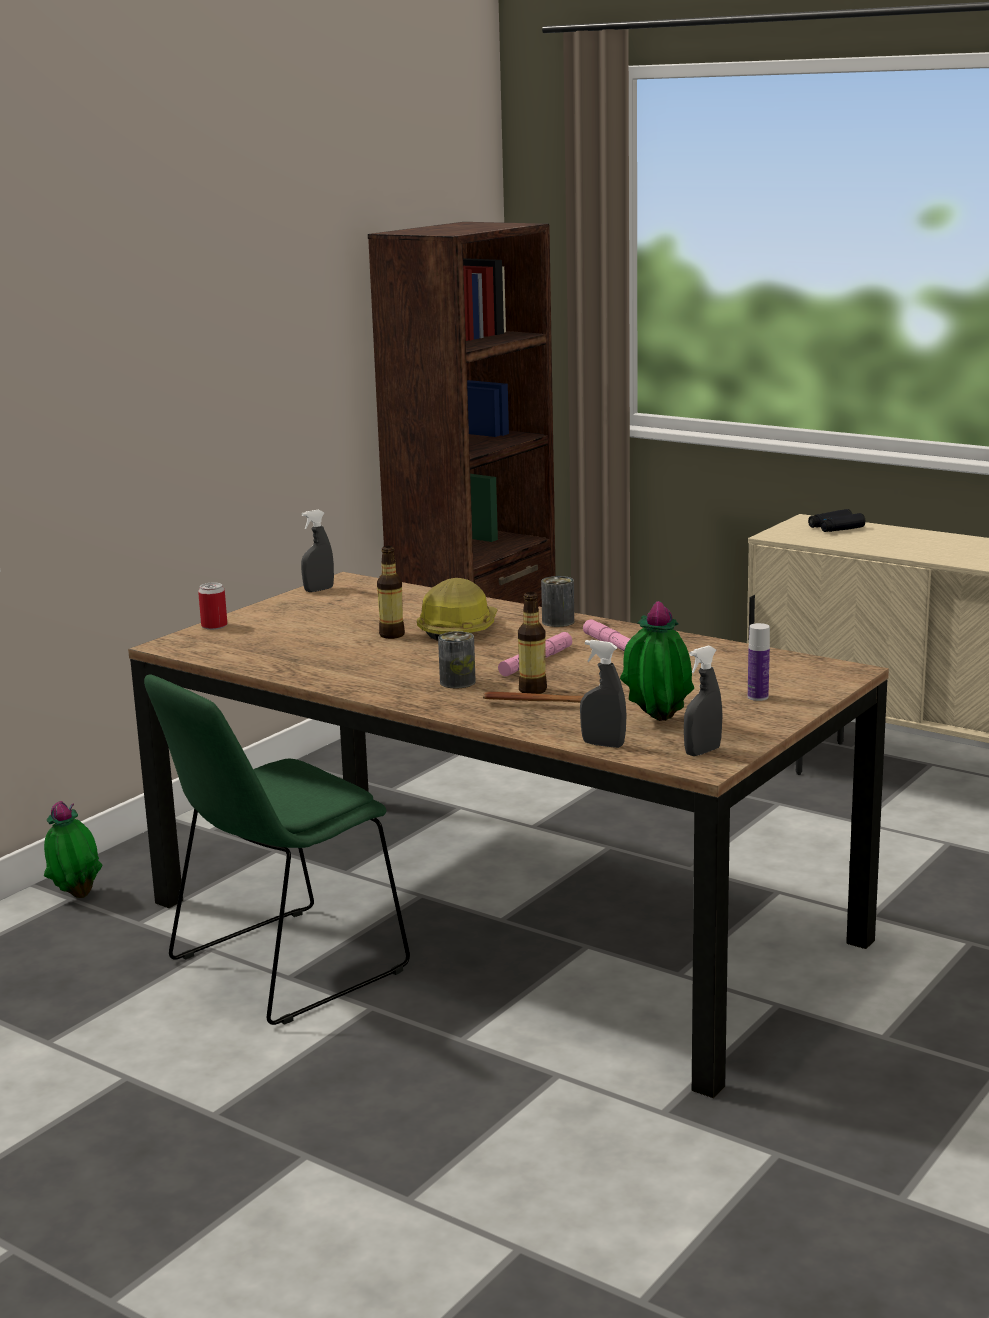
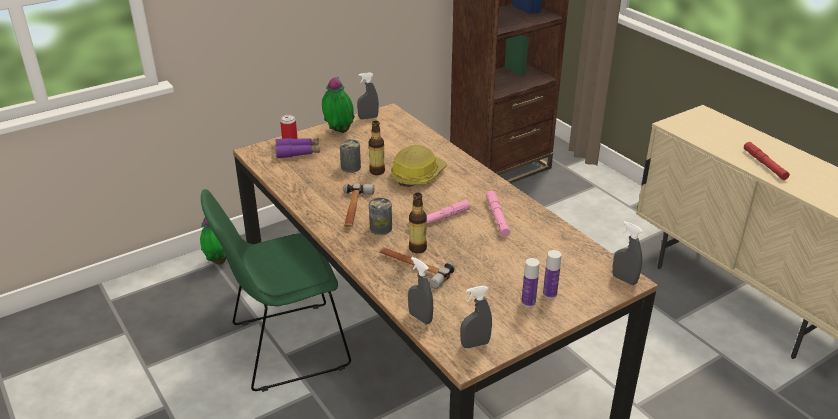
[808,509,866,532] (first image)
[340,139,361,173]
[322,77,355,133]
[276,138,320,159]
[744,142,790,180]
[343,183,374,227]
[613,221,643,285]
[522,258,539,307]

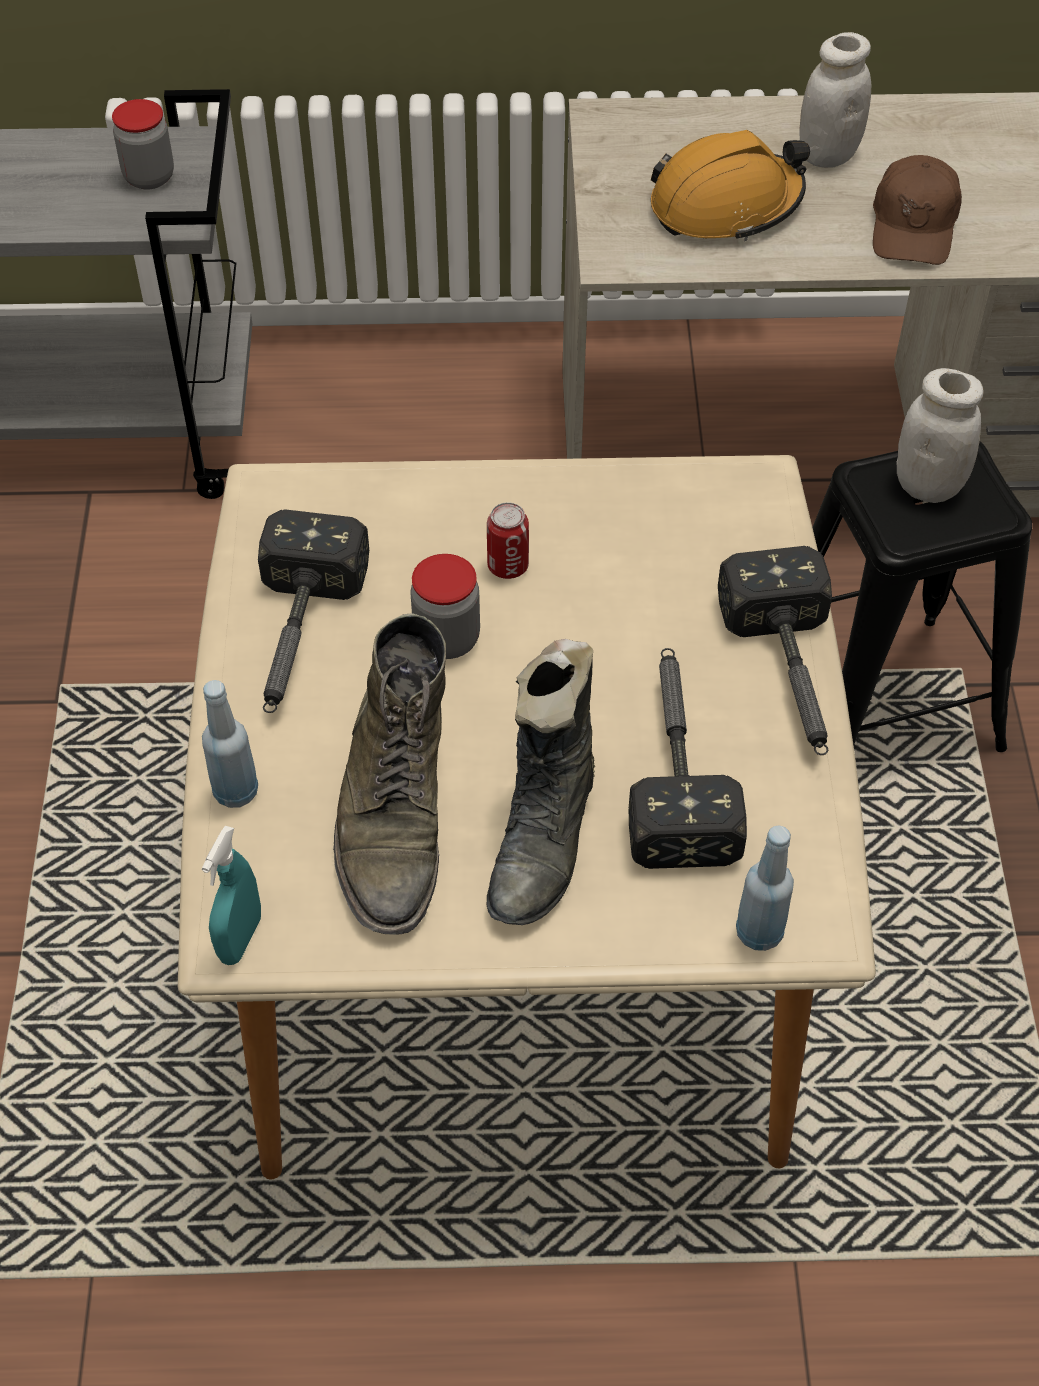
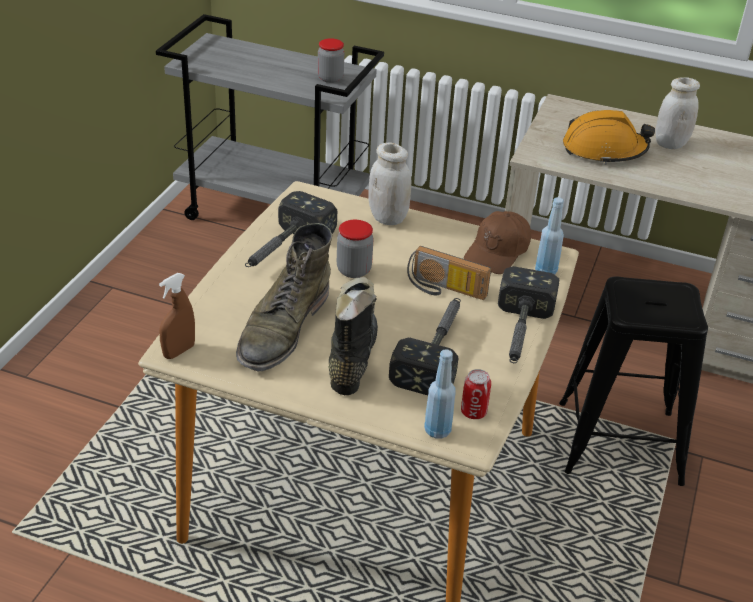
[464,211,531,274]
[369,143,411,225]
[461,369,491,419]
[328,277,378,395]
[535,197,564,274]
[159,273,195,359]
[407,246,491,300]

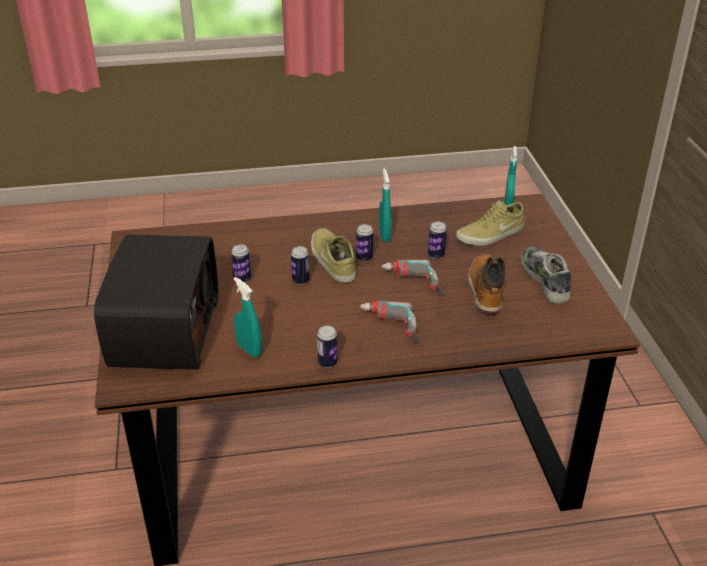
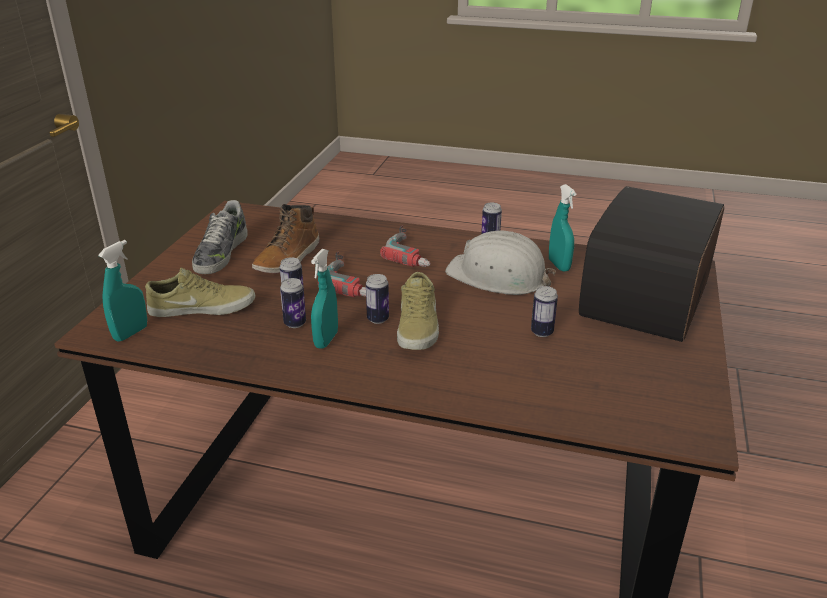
[280,278,306,328]
[445,231,556,295]

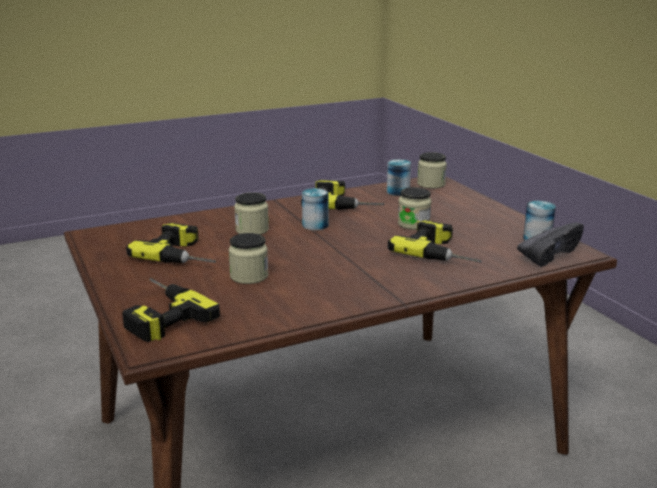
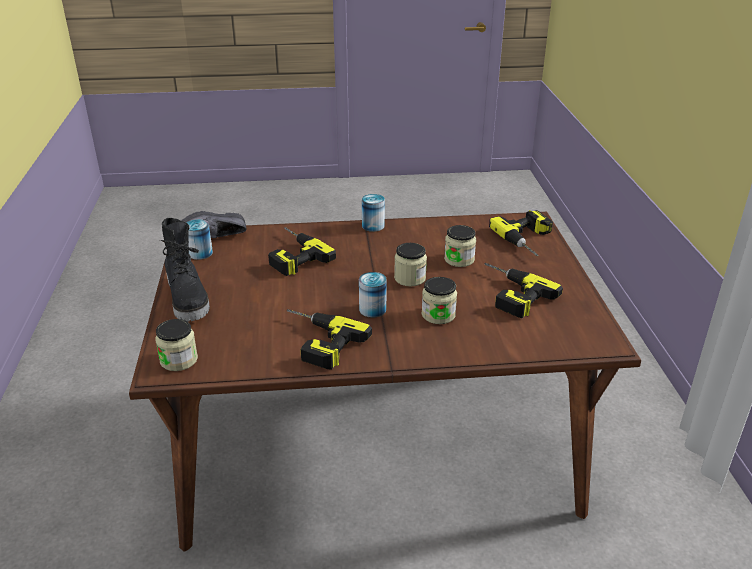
[362,194,385,232]
[394,243,427,287]
[160,218,210,321]

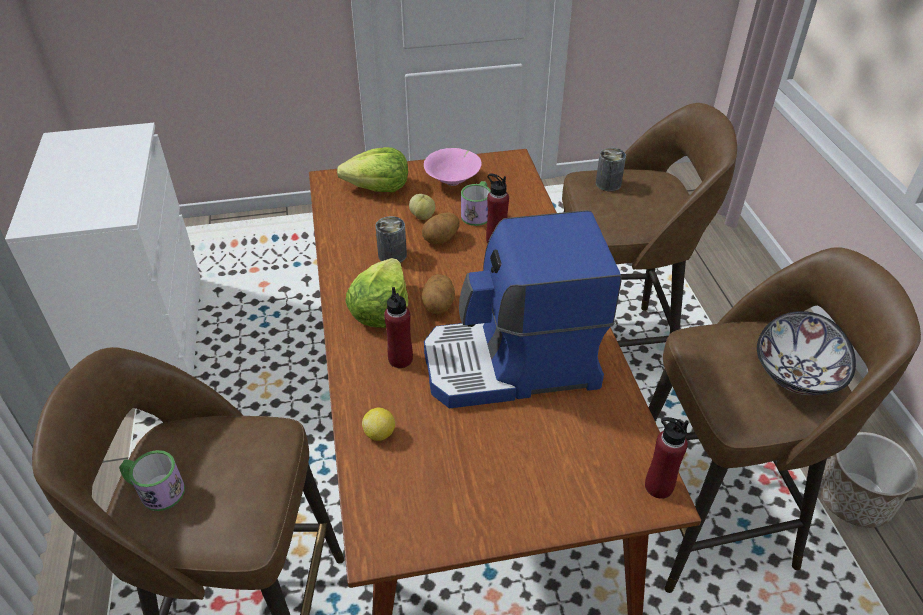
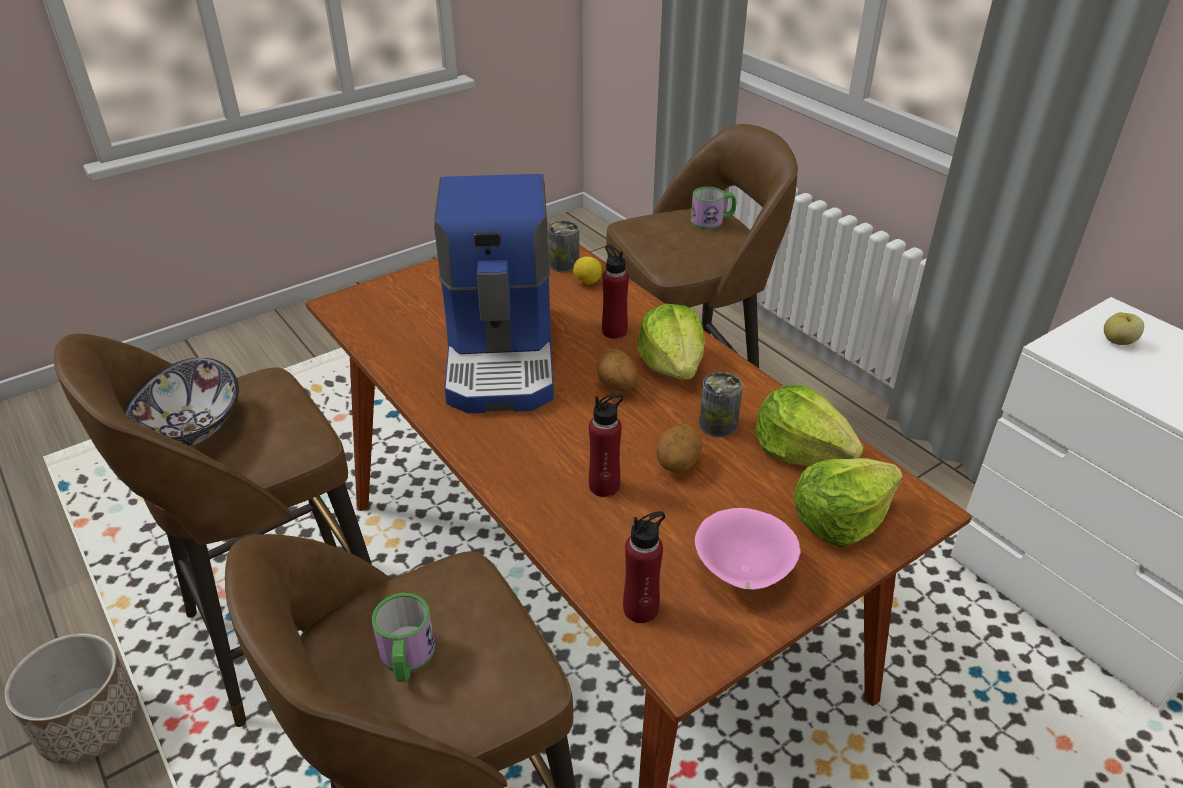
[548,221,579,272]
[372,593,435,682]
[1104,312,1144,345]
[434,174,554,414]
[623,511,665,623]
[755,385,864,465]

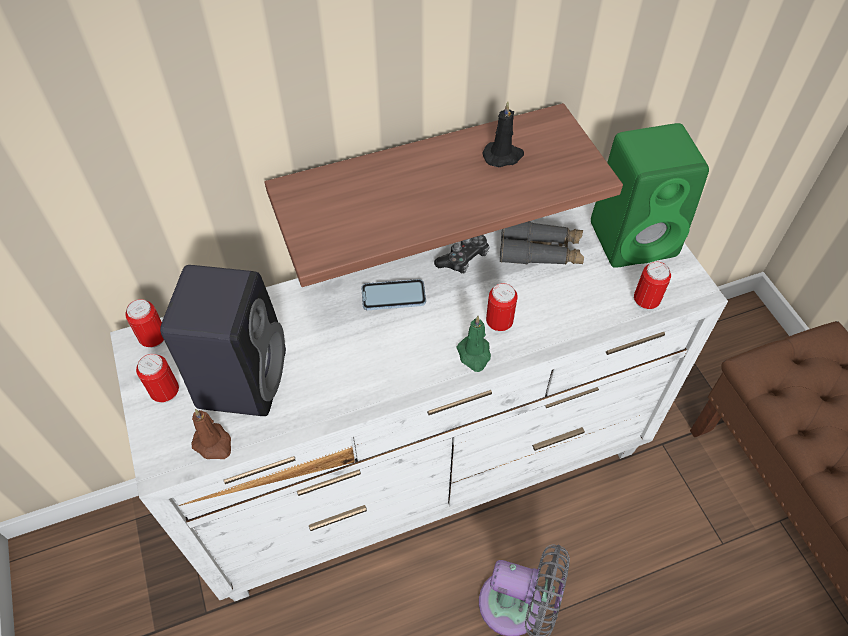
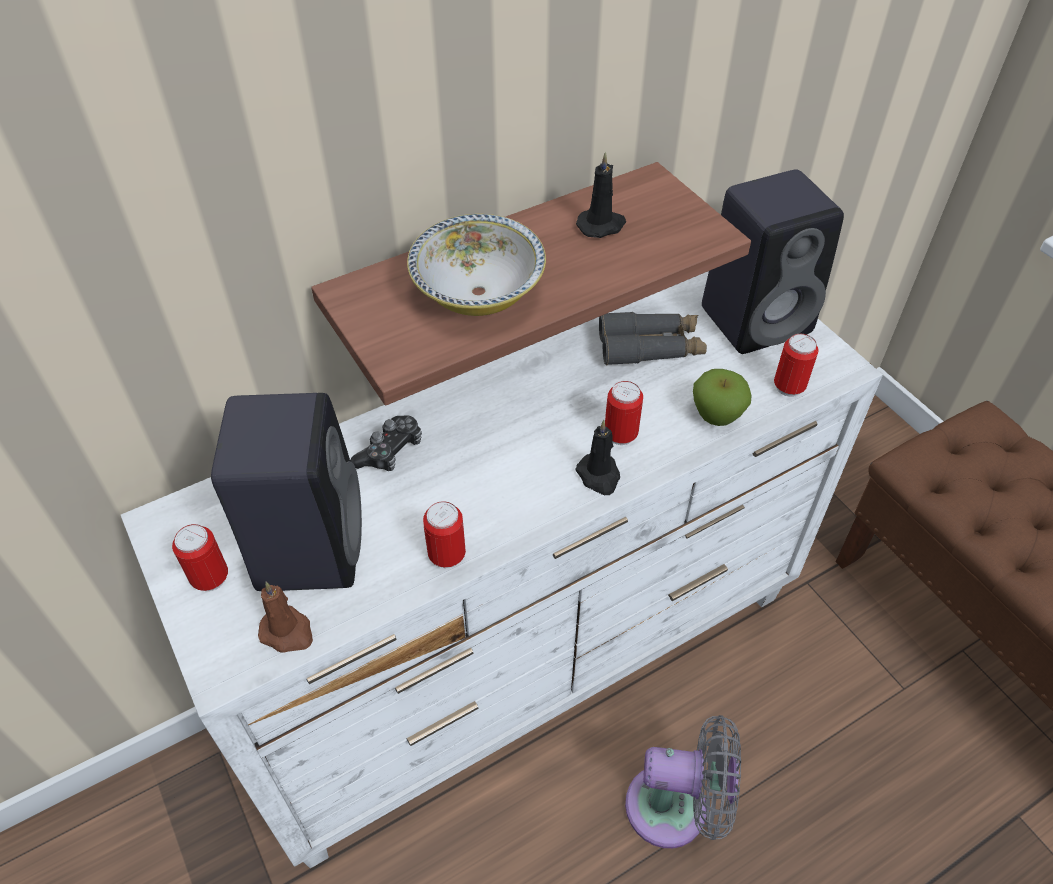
[702,169,844,354]
[350,415,422,472]
[361,279,426,310] (first image)
[423,501,466,568]
[576,420,620,495]
[407,214,546,316]
[693,369,752,426]

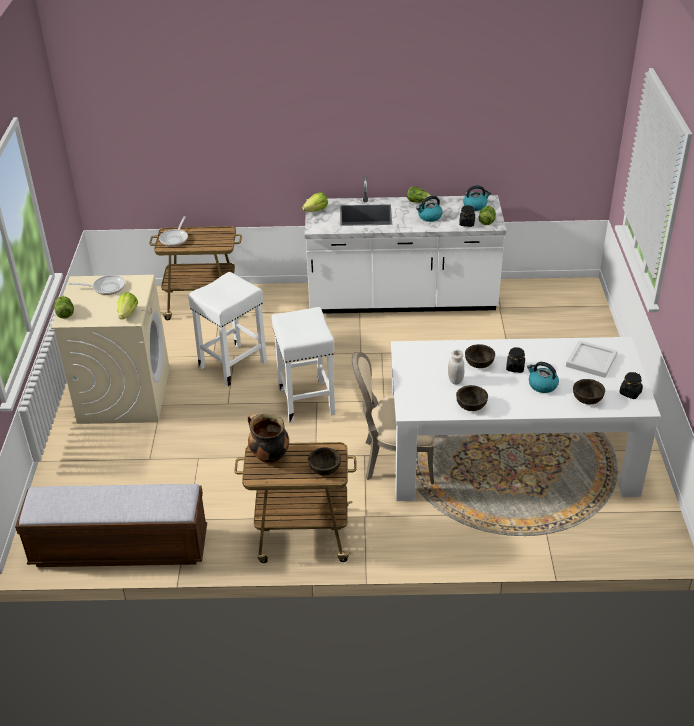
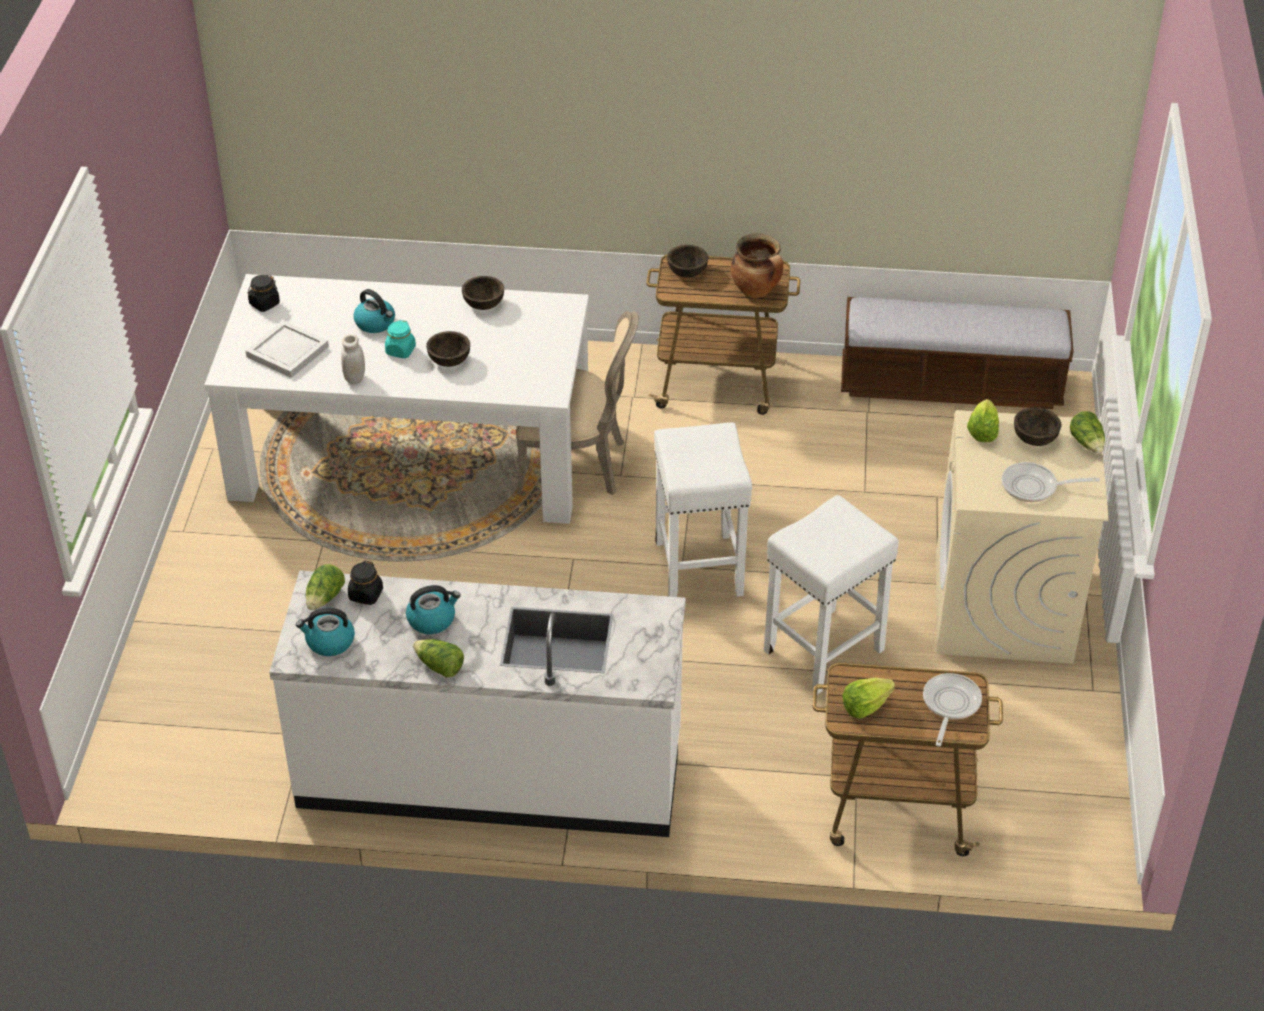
[843,678,895,719]
[385,320,416,358]
[341,334,365,384]
[1014,407,1061,446]

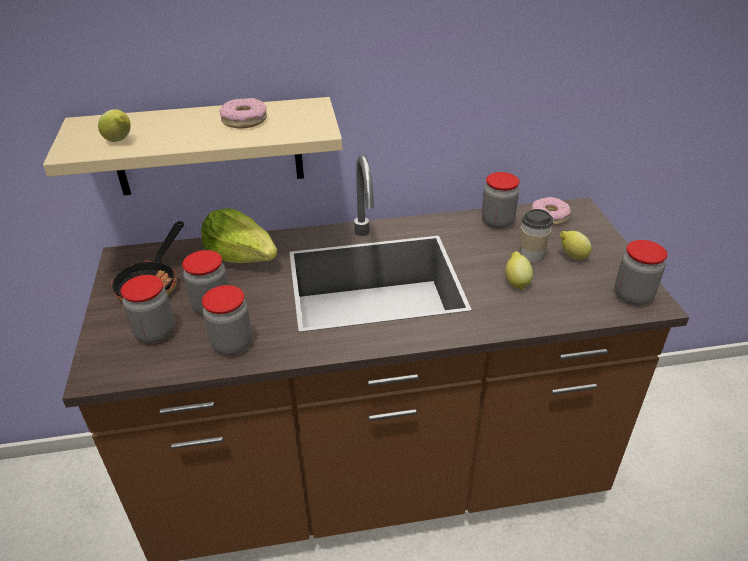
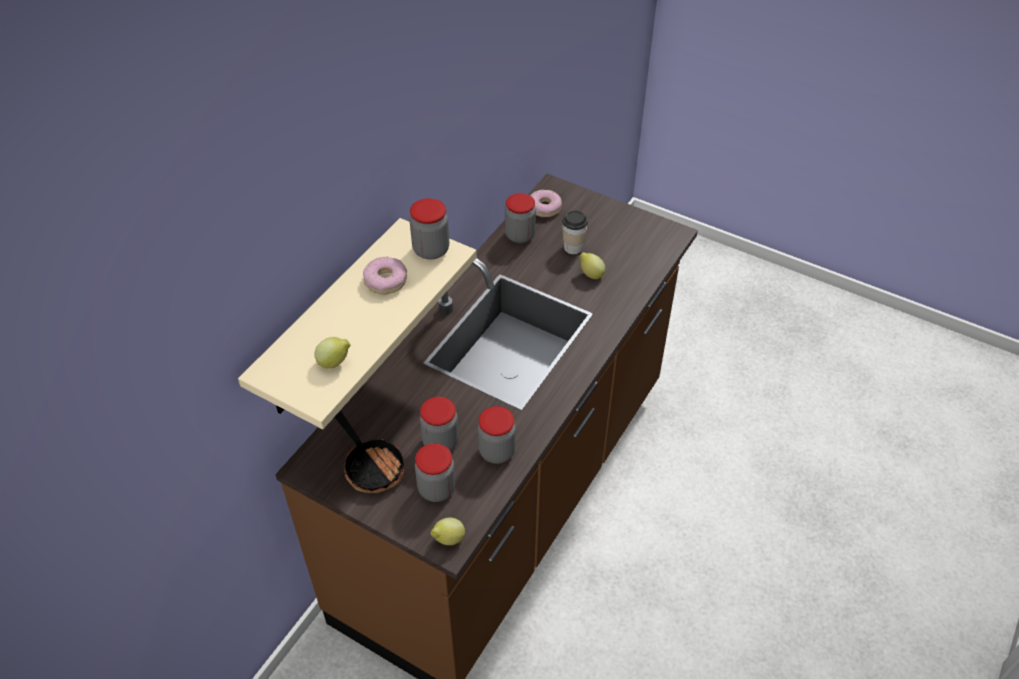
[201,208,277,263] (first image)
[431,517,465,545]
[410,198,449,260]

